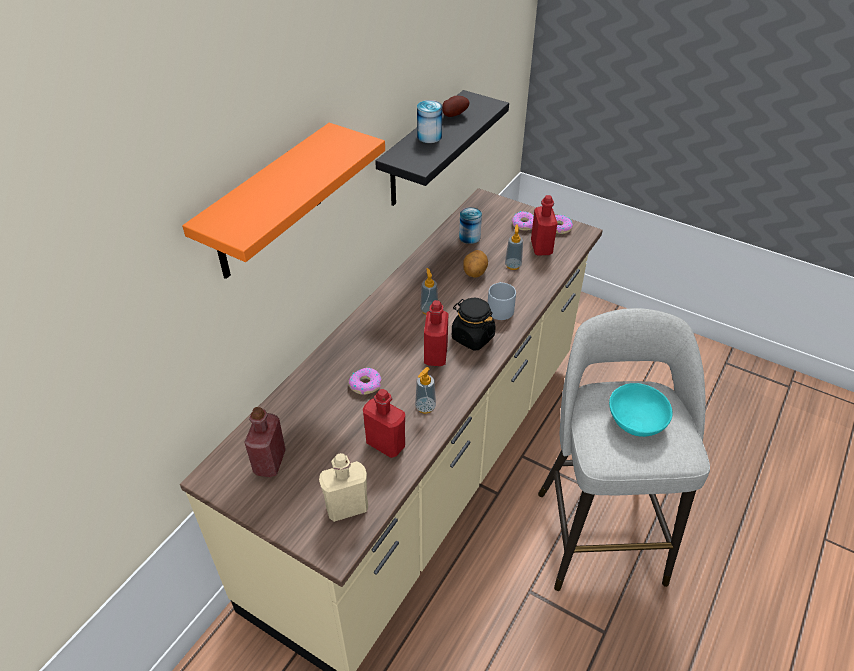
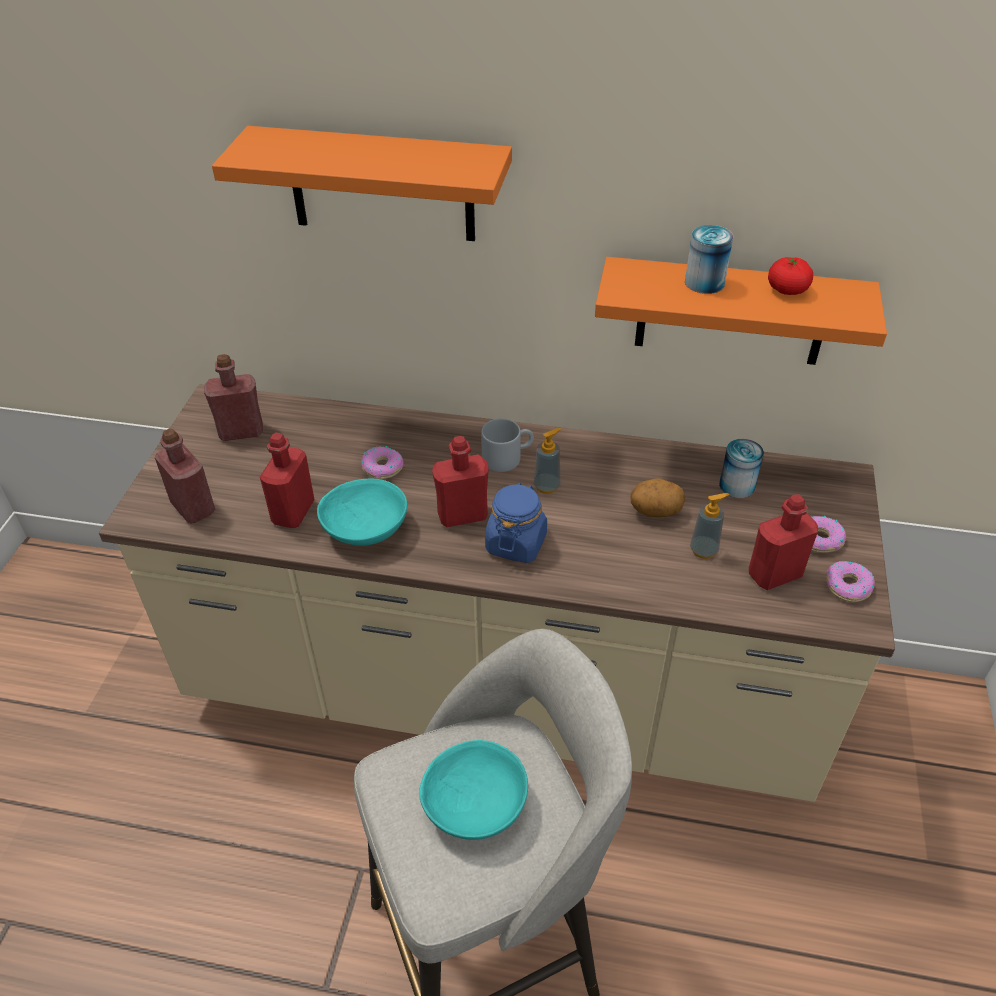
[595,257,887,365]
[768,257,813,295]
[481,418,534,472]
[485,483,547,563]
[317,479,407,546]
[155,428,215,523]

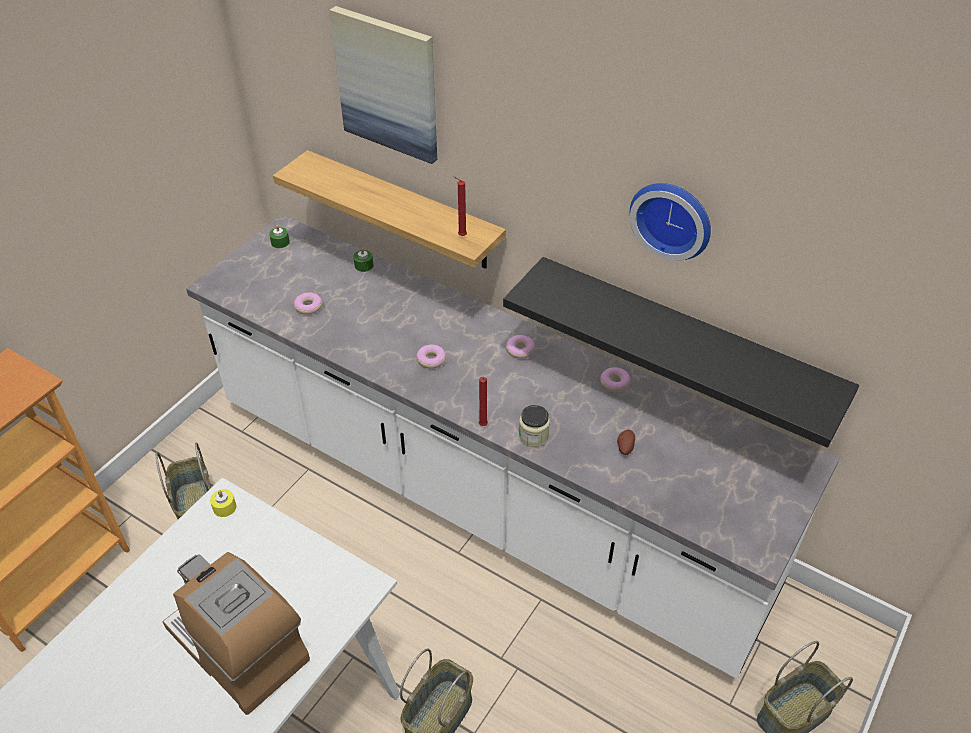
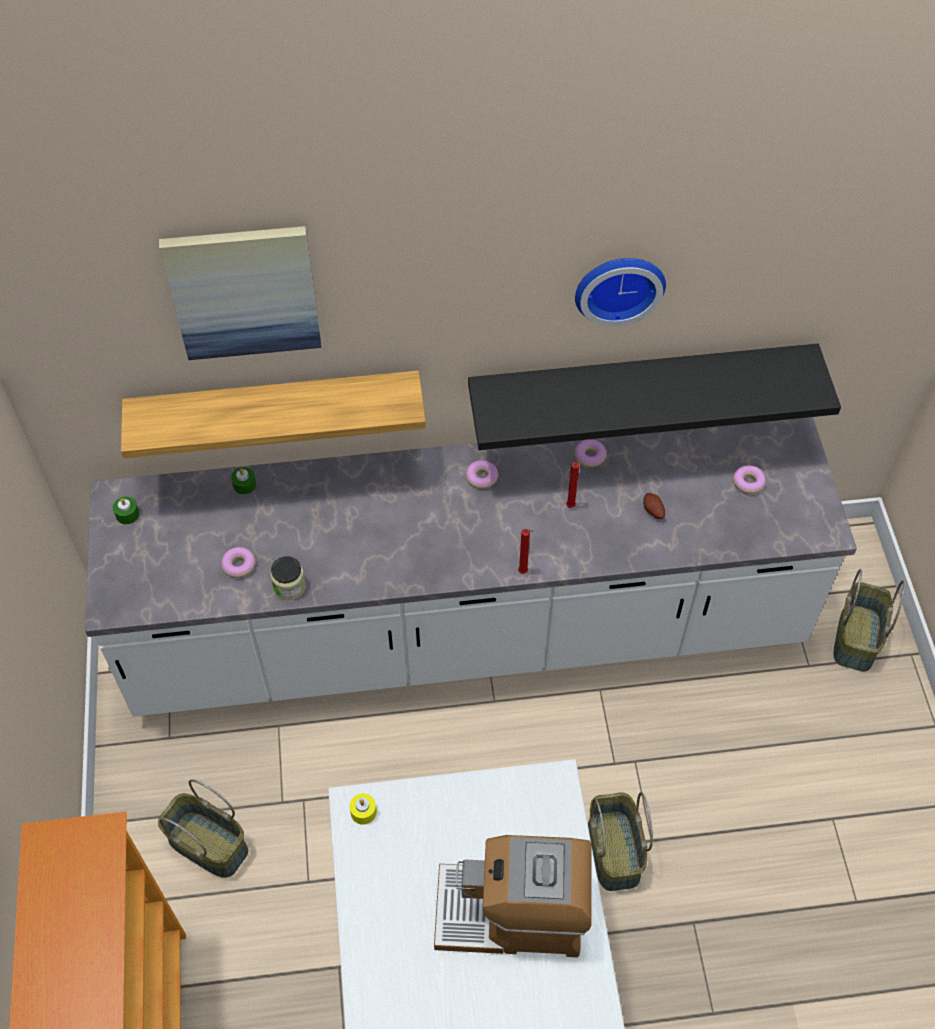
[566,462,580,508]
[733,465,766,494]
[270,556,306,600]

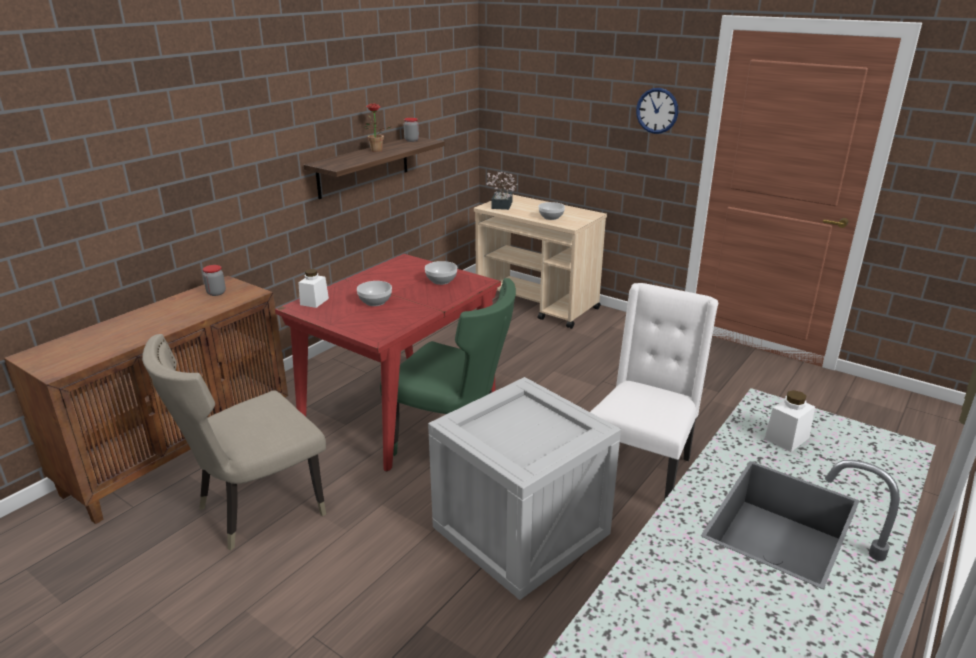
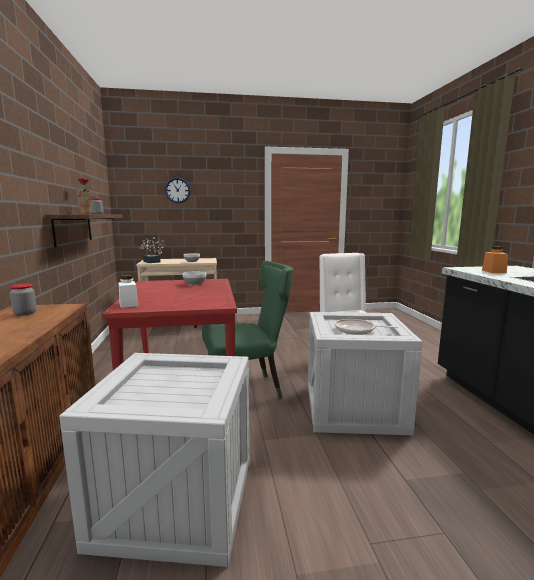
[165,178,190,203]
[357,281,392,306] (first image)
[59,353,250,567]
[482,246,508,273]
[335,319,398,335]

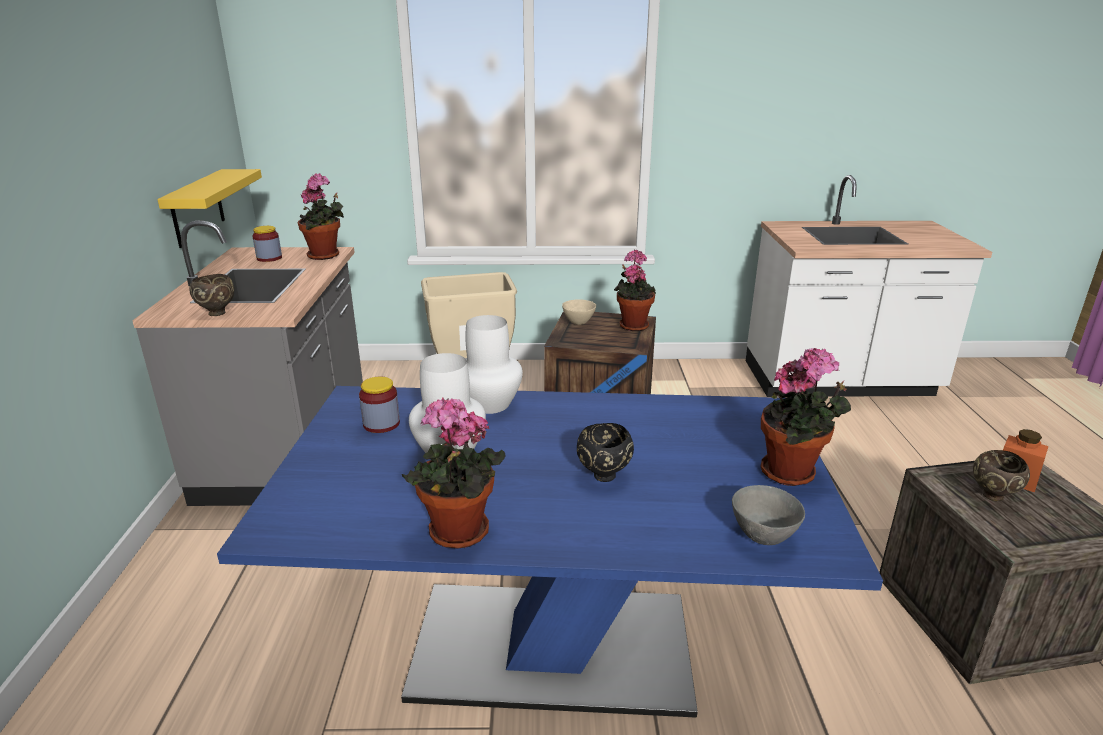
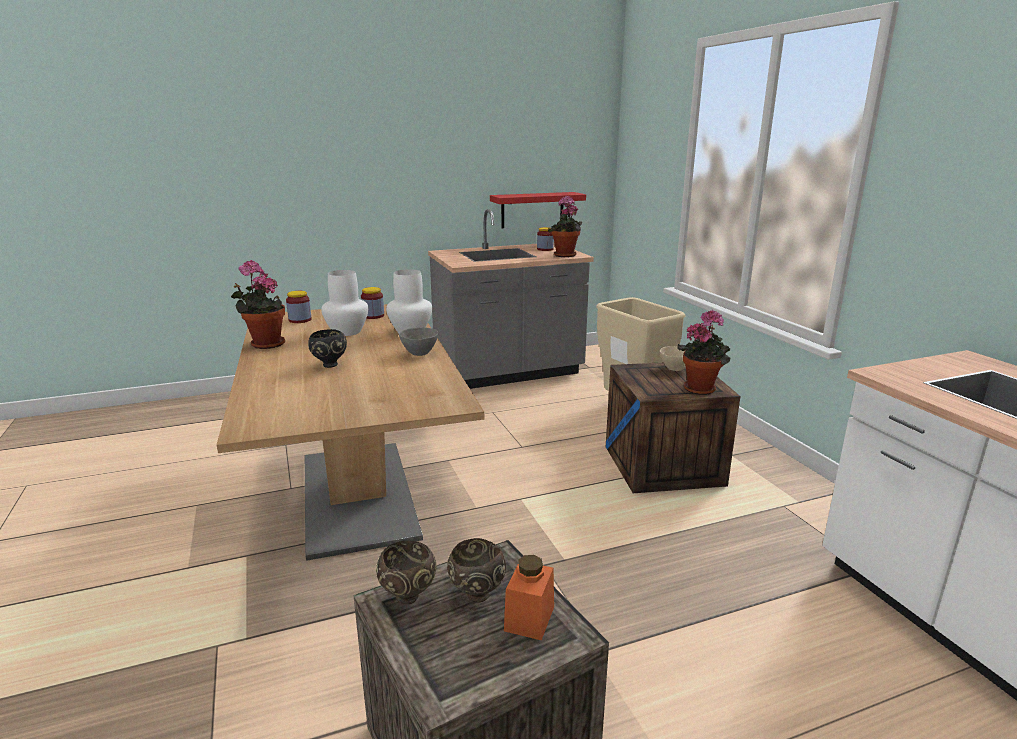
[490,192,586,228]
[376,541,436,604]
[760,348,851,486] (first image)
[217,304,484,561]
[399,328,438,356]
[286,291,312,323]

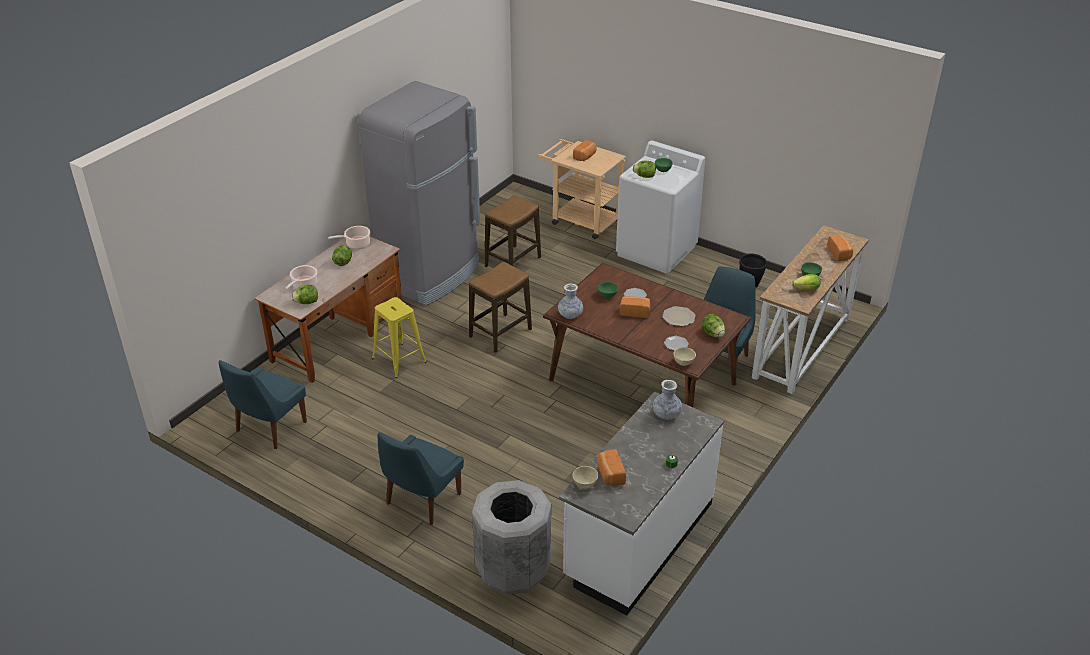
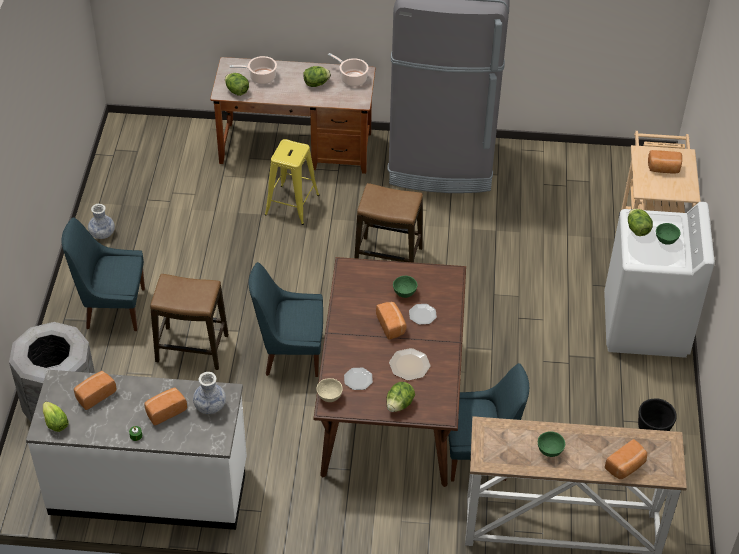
[150,274,229,370]
[43,402,68,432]
[88,204,115,239]
[249,262,323,377]
[573,466,598,489] (first image)
[144,388,187,425]

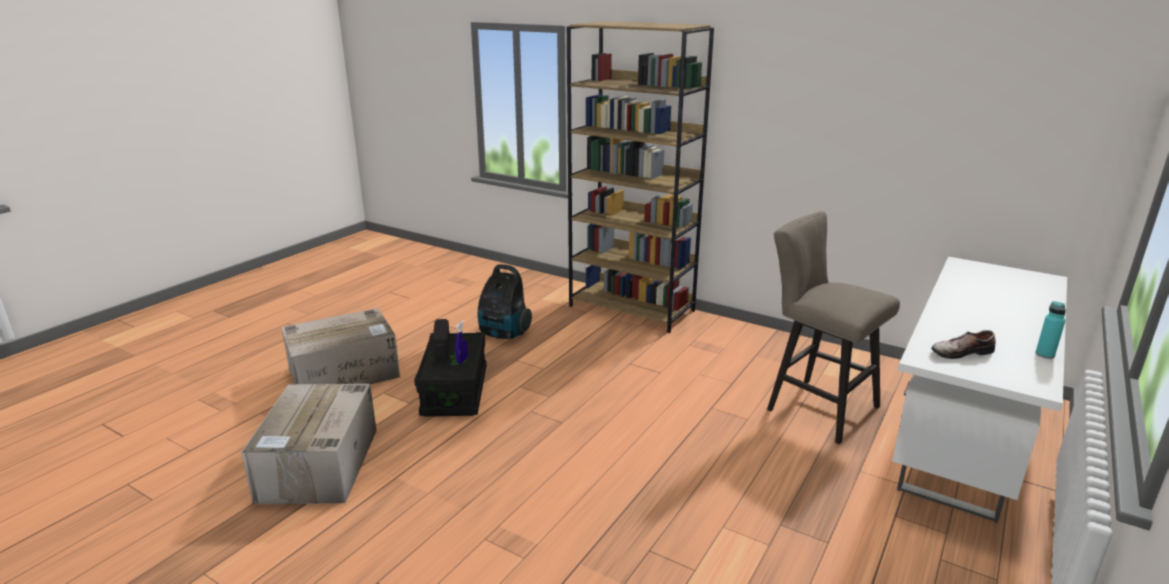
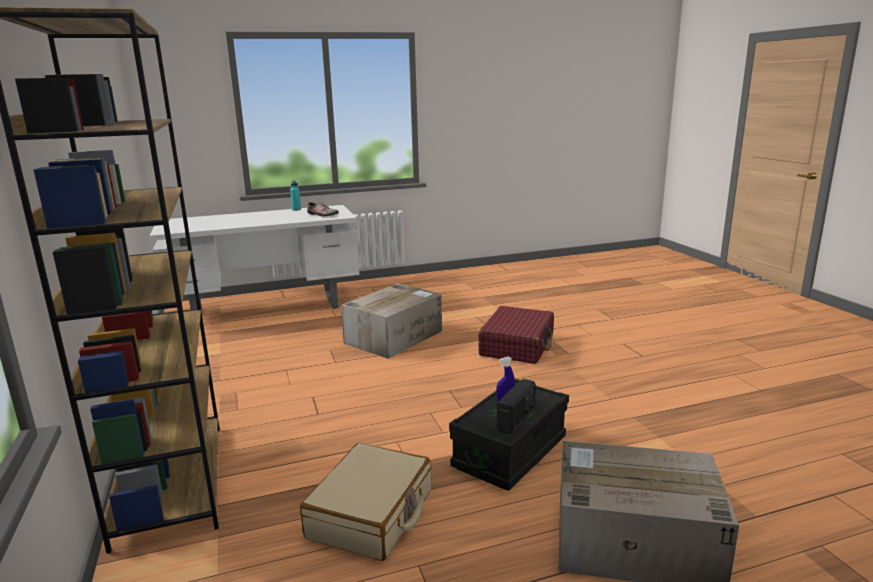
[767,211,900,444] (first image)
[300,443,432,561]
[341,283,442,359]
[478,306,554,364]

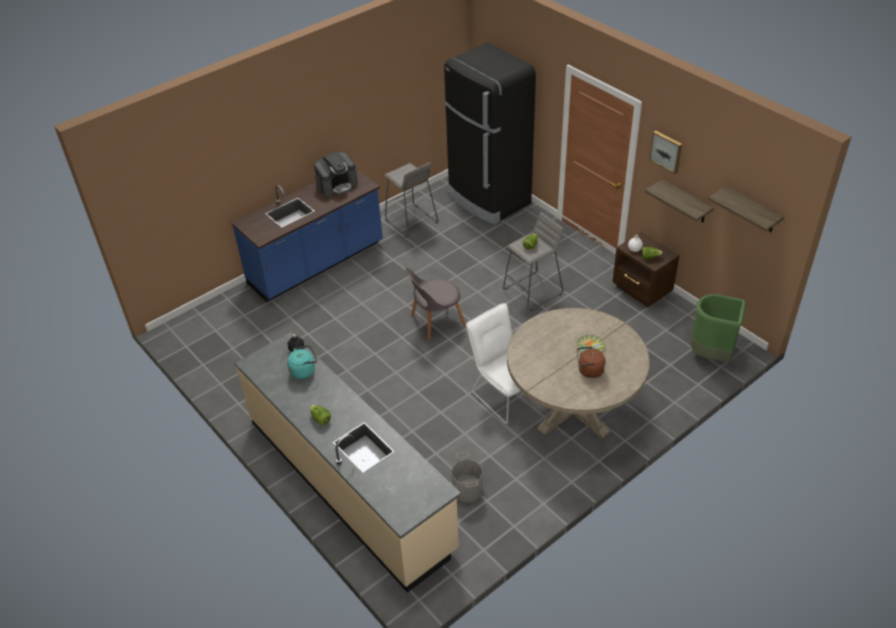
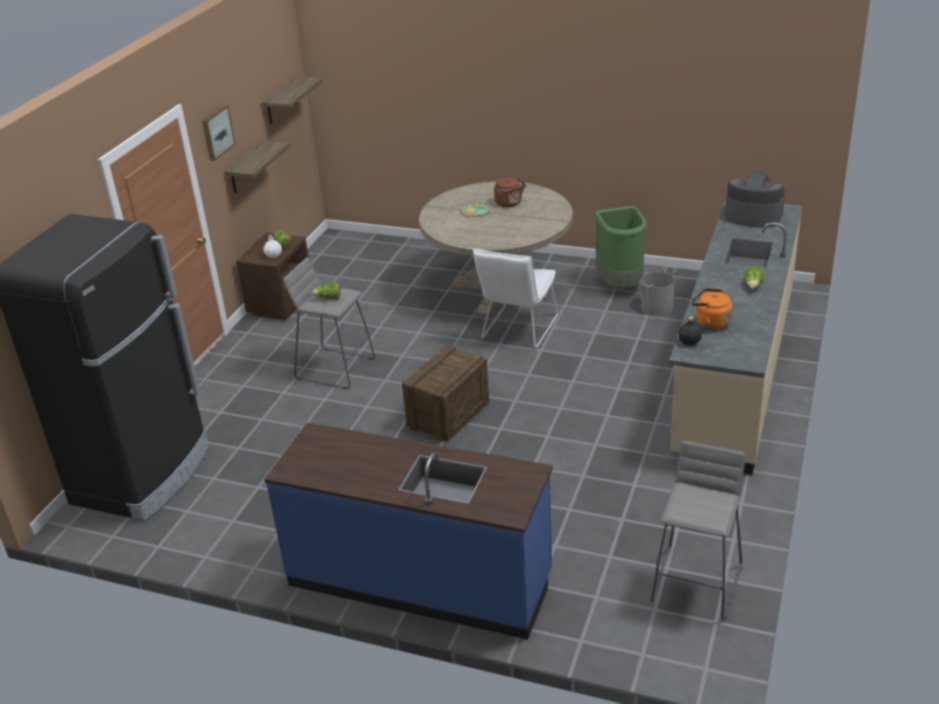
[725,172,785,228]
[650,441,745,620]
[402,345,489,442]
[594,206,647,289]
[691,288,732,330]

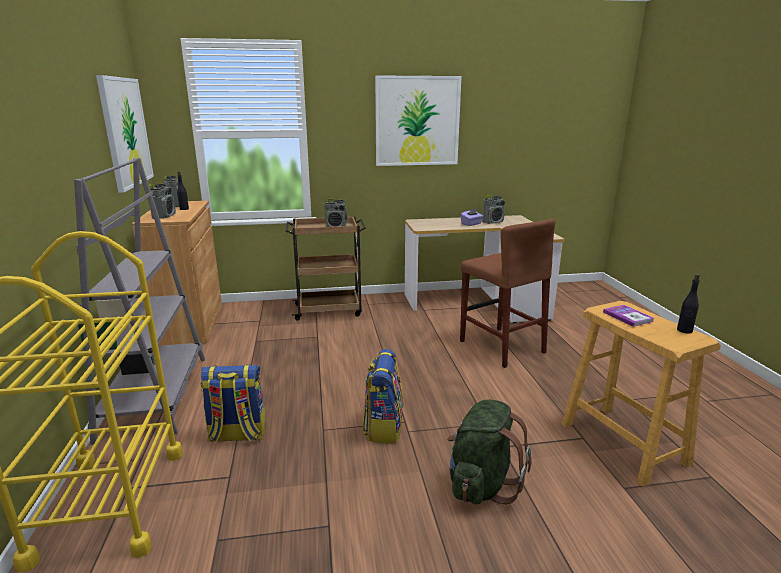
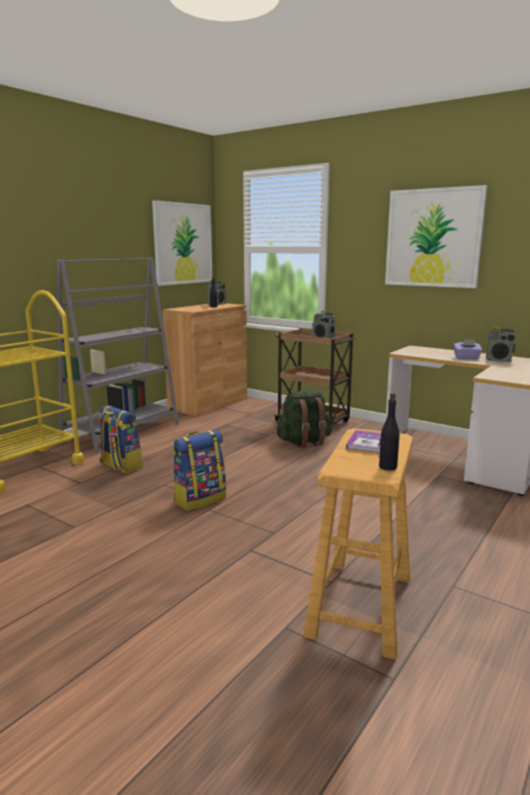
[149,184,176,219] (first image)
[460,218,555,368] (first image)
[276,390,332,448]

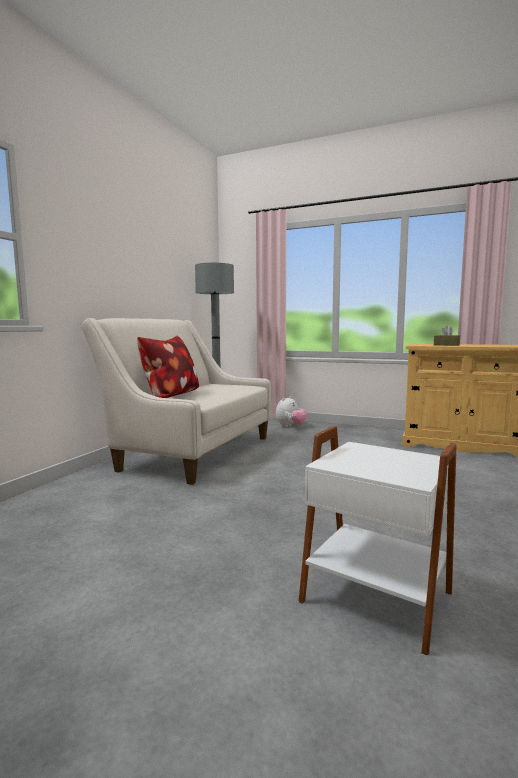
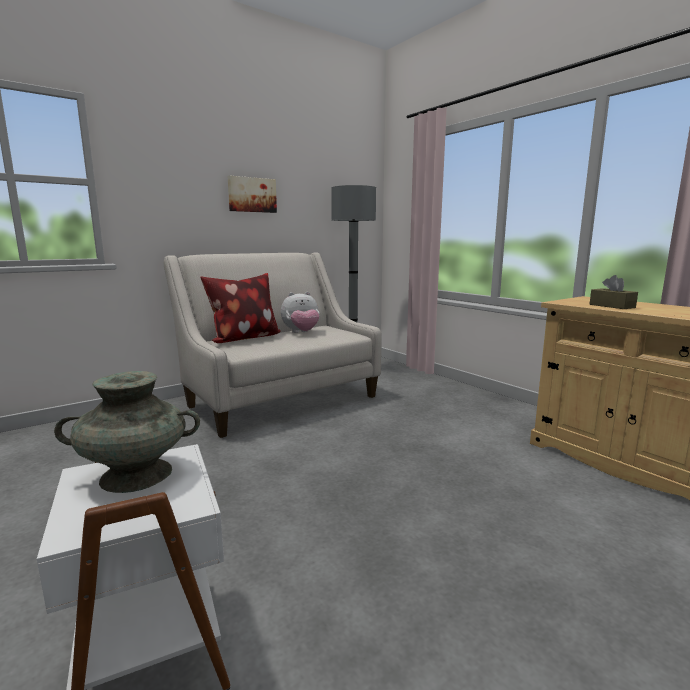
[281,292,319,333]
[228,175,277,213]
[54,371,200,493]

